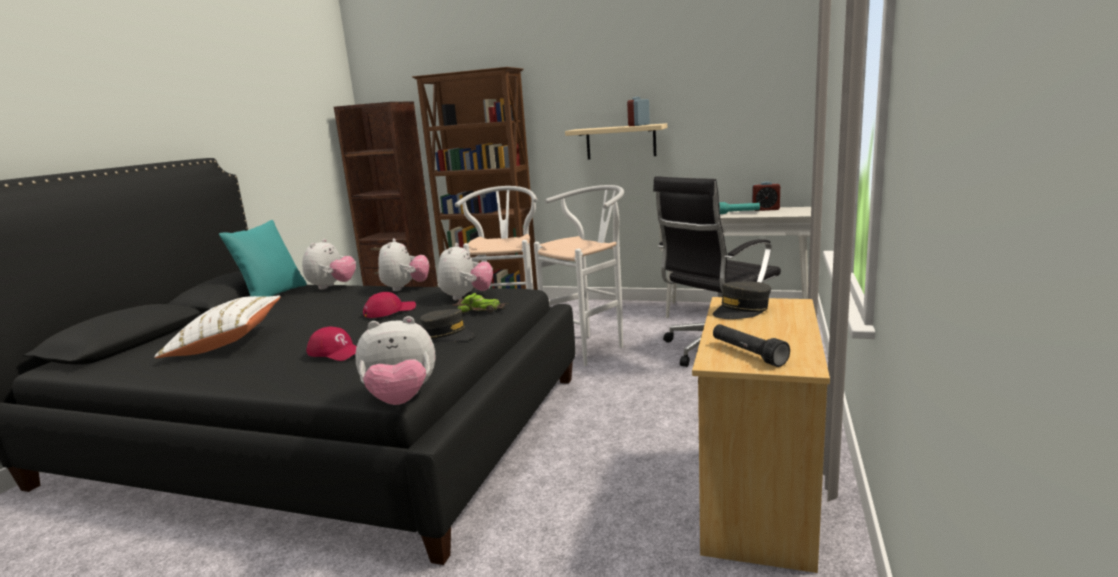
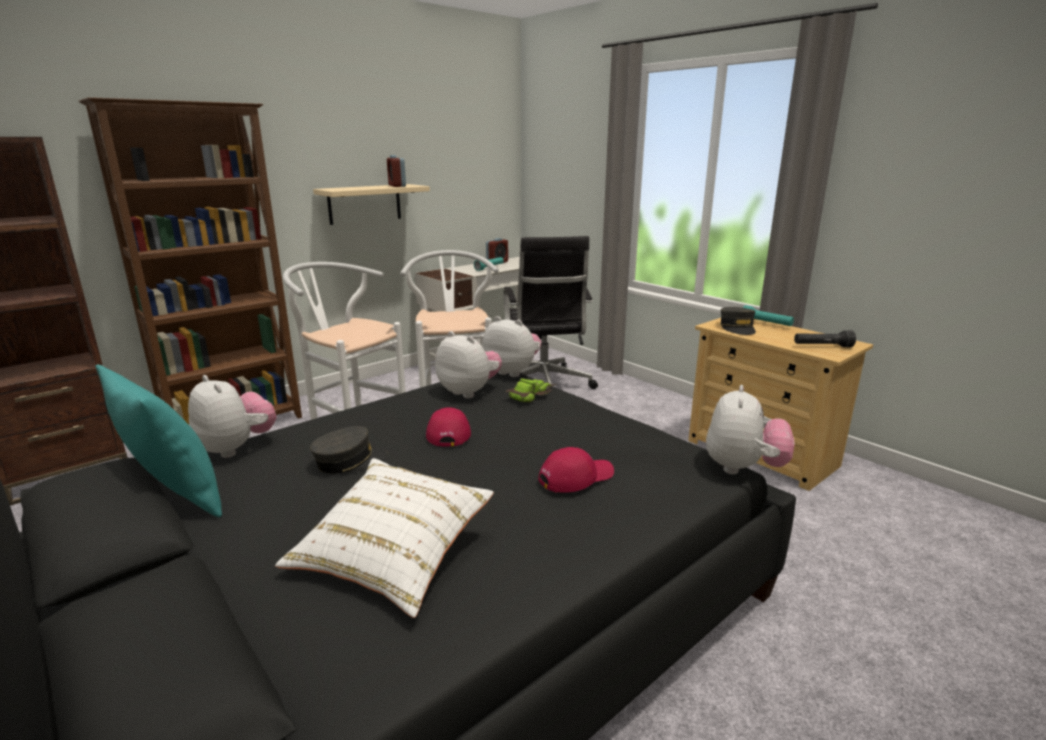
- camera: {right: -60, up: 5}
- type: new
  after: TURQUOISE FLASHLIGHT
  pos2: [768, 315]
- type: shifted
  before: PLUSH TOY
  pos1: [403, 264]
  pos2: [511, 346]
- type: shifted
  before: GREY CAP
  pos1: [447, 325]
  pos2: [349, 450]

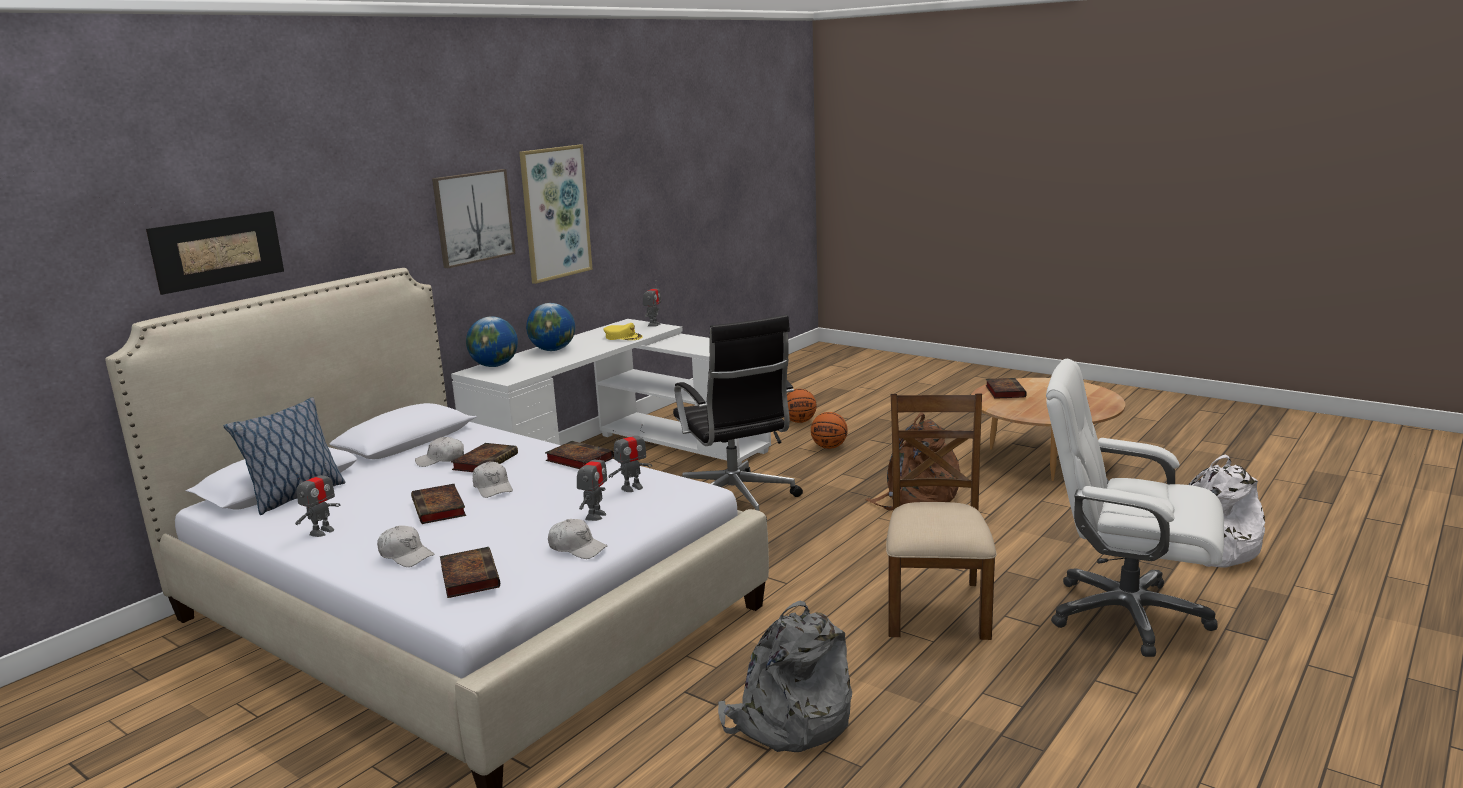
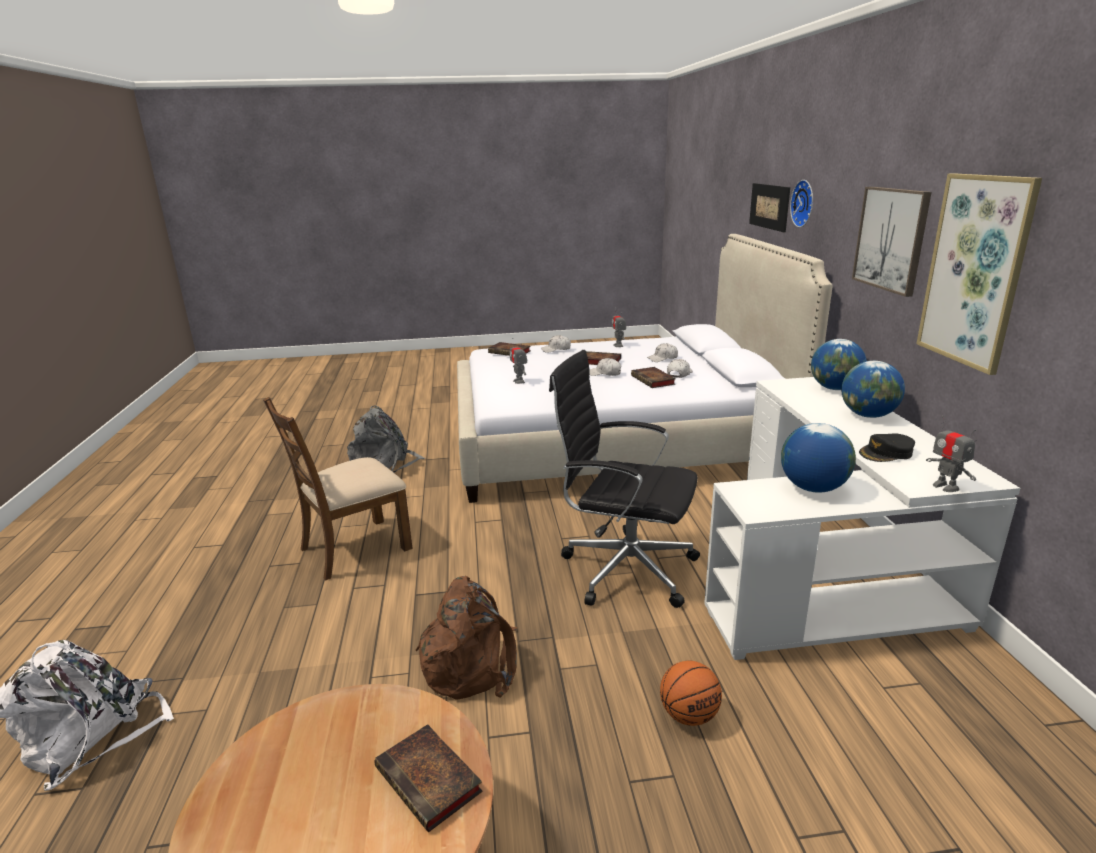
- camera: {right: 135, up: 5}
- type: gone
  before: PILLOW
  pos1: [284, 456]
- type: gone
  before: BOOK
  pos1: [579, 455]
- type: gone
  before: TOY ROBOT
  pos1: [630, 458]
- type: gone
  before: BASKETBALL
  pos1: [801, 406]
- type: gone
  before: WHITE OFFICE CHAIR
  pos1: [1135, 508]
- type: new
  after: GLOBE
  pos2: [818, 458]
- type: new
  after: WALL CLOCK
  pos2: [801, 203]
- type: shifted
  before: WHITE CAP
  pos1: [578, 539]
  pos2: [662, 352]
- type: repainted
  before: YELLOW CAP
  after: BLACK CAP
  pos1: [623, 331]
  pos2: [887, 447]
- type: rotated
  before: BROWN CHAIR
  pos1: [941, 517]
  pos2: [338, 488]
  turn: 90

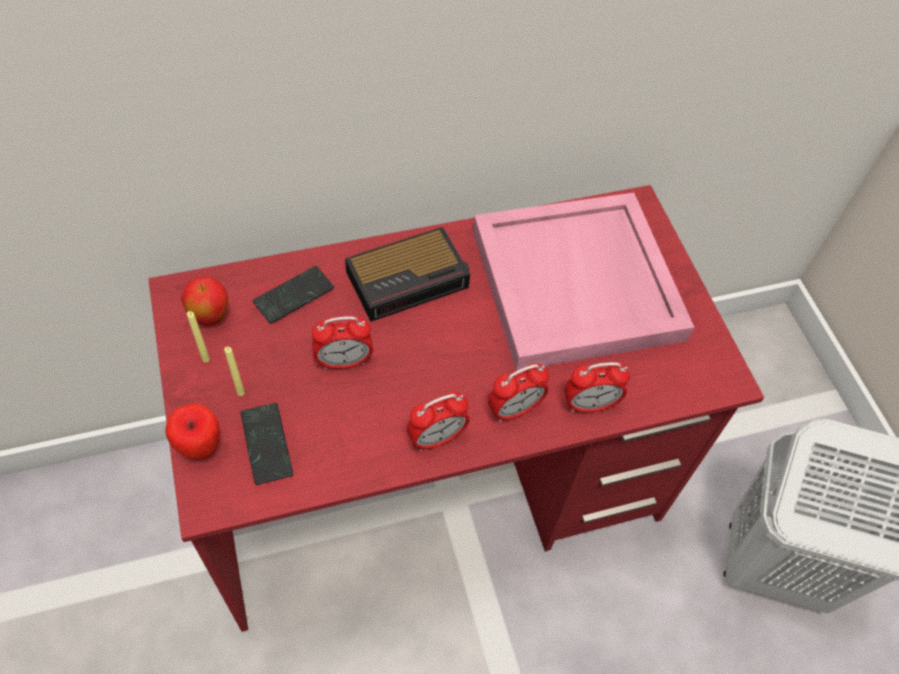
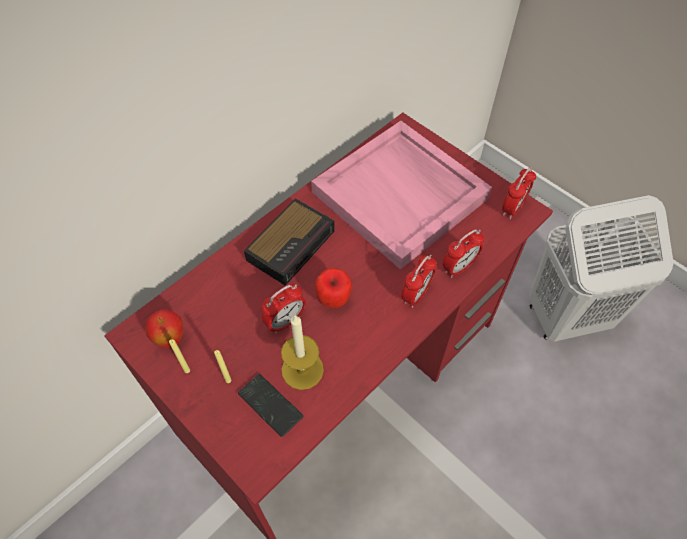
- camera: {right: -25, up: 0}
- type: gone
  before: PHONE
  pos1: [293, 295]
- type: new
  after: CANDLE
  pos2: [302, 352]
- type: shifted
  before: APPLE
  pos1: [193, 432]
  pos2: [333, 288]
- type: shifted
  before: ALARM CLOCK
  pos1: [438, 421]
  pos2: [519, 193]

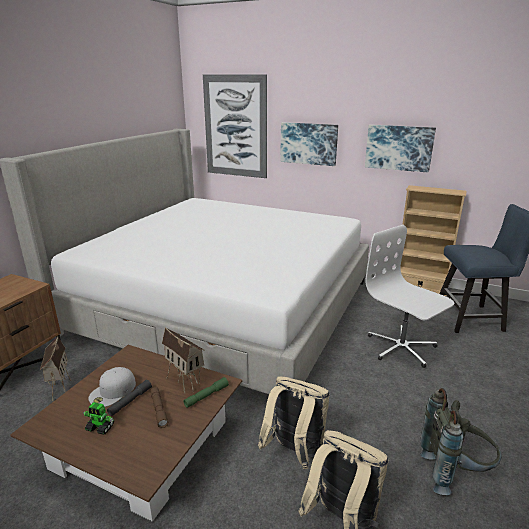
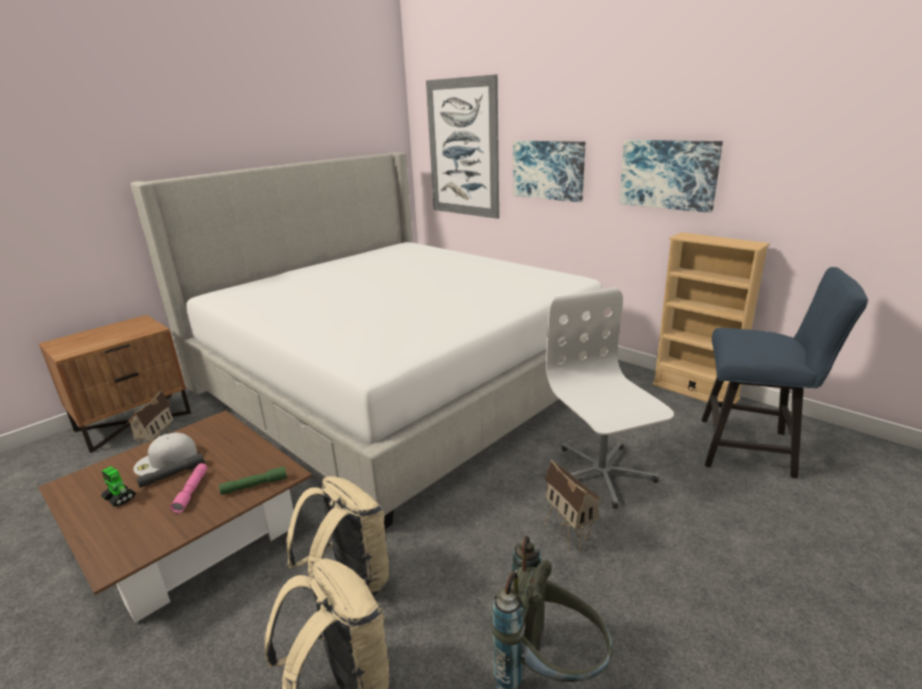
- camera: {right: 20, up: 0}
- type: shifted
  before: TOY HOUSE
  pos1: [183, 360]
  pos2: [573, 505]
- type: repainted
  before: BROWN FLASHLIGHT
  after: PINK FLASHLIGHT
  pos1: [159, 407]
  pos2: [188, 488]

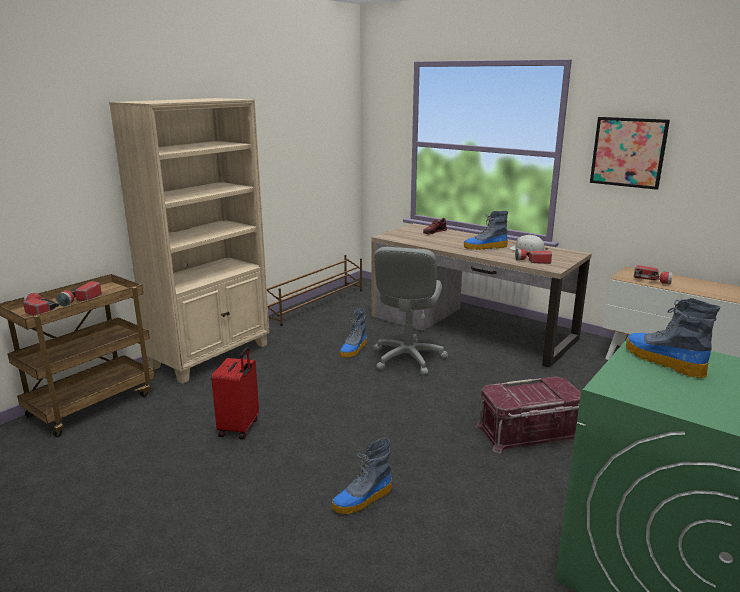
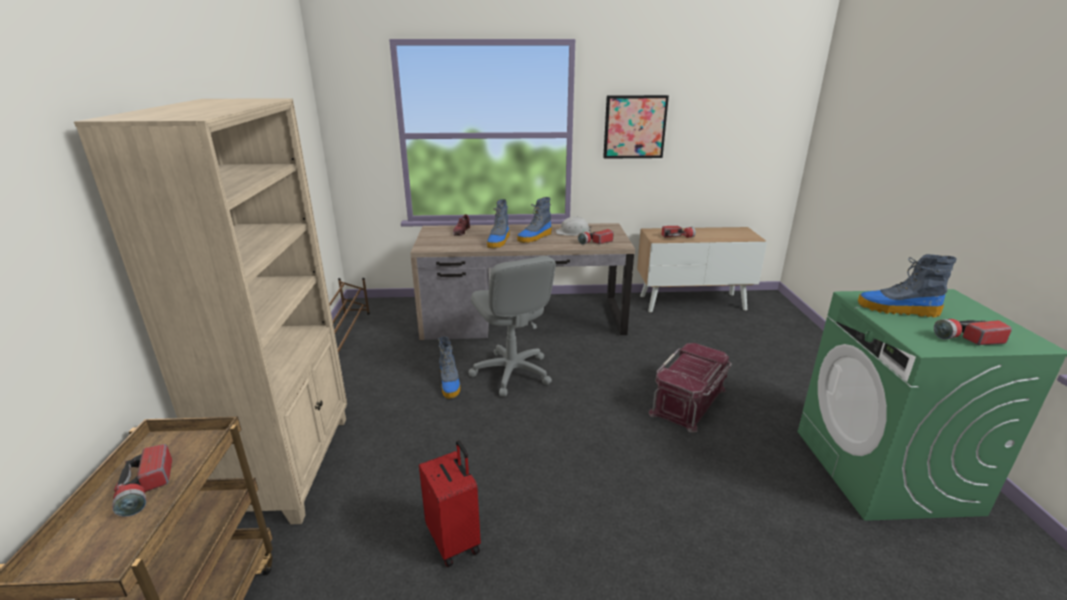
- camera: {right: -40, up: 5}
- type: shifted
  before: FLASHLIGHT
  pos1: [41, 304]
  pos2: [973, 332]
- type: shifted
  before: BOOT
  pos1: [362, 476]
  pos2: [498, 223]

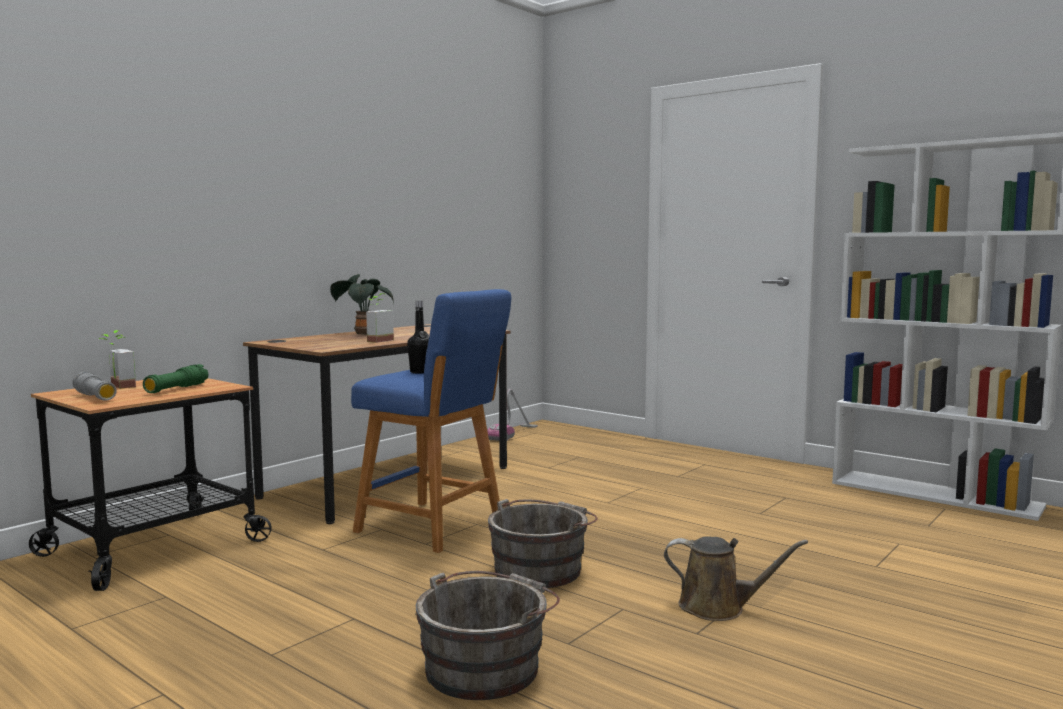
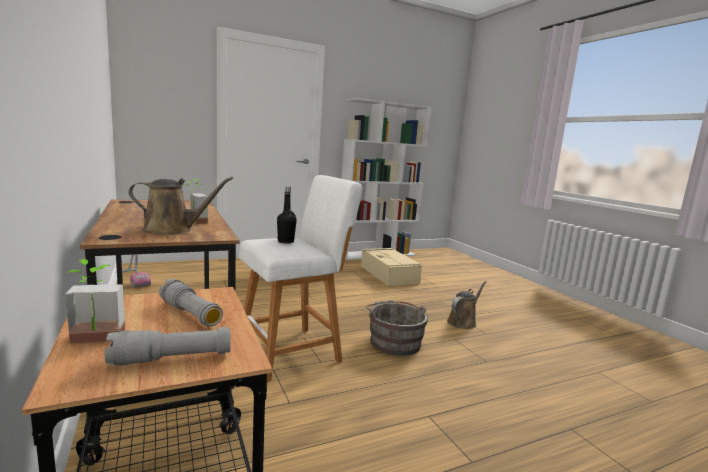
- camera: {right: -65, up: 5}
- type: gone
  before: POTTED PLANT
  pos1: [362, 304]
- type: gone
  before: GREY BUCKET
  pos1: [488, 635]
- type: new
  after: BROWN WATERING CAN
  pos2: [180, 206]
- type: new
  after: BEIGE STORAGE BOX
  pos2: [391, 267]
- type: repainted
  before: GREEN FLASHLIGHT
  after: GREY FLASHLIGHT
  pos1: [175, 378]
  pos2: [191, 302]
- type: repainted
  before: BLUE STOOL
  after: WHITE STOOL
  pos1: [431, 421]
  pos2: [300, 278]

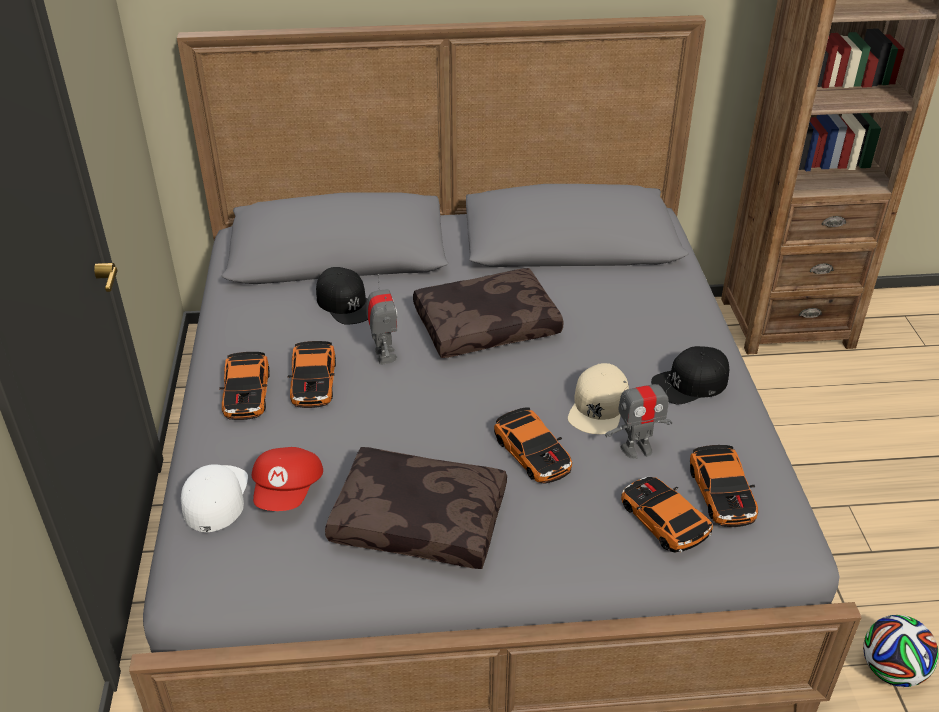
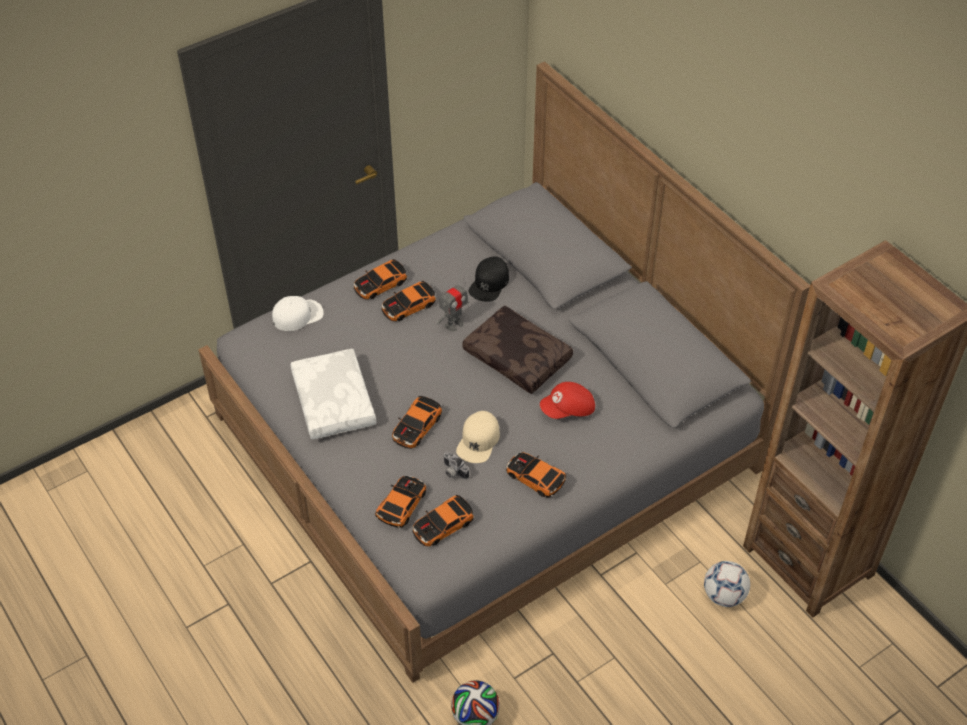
- camera: {right: 60, up: 10}
- type: new
  after: FOOTBALL
  pos2: [727, 584]
- type: shifted
  before: RED CAP
  pos1: [287, 479]
  pos2: [567, 400]
- type: swapped
  before: TOY ROBOT
  after: PHOTO CAMERA
  pos1: [638, 416]
  pos2: [456, 465]
- type: swapped
  before: BLACK CAP
  after: TOY CAR
  pos1: [690, 375]
  pos2: [536, 474]
- type: repainted
  before: BROWN PILLOW
  after: WHITE PILLOW
  pos1: [416, 508]
  pos2: [333, 394]
- type: rotated
  before: BEIGE CAP
  pos1: [598, 398]
  pos2: [478, 437]
  turn: -60

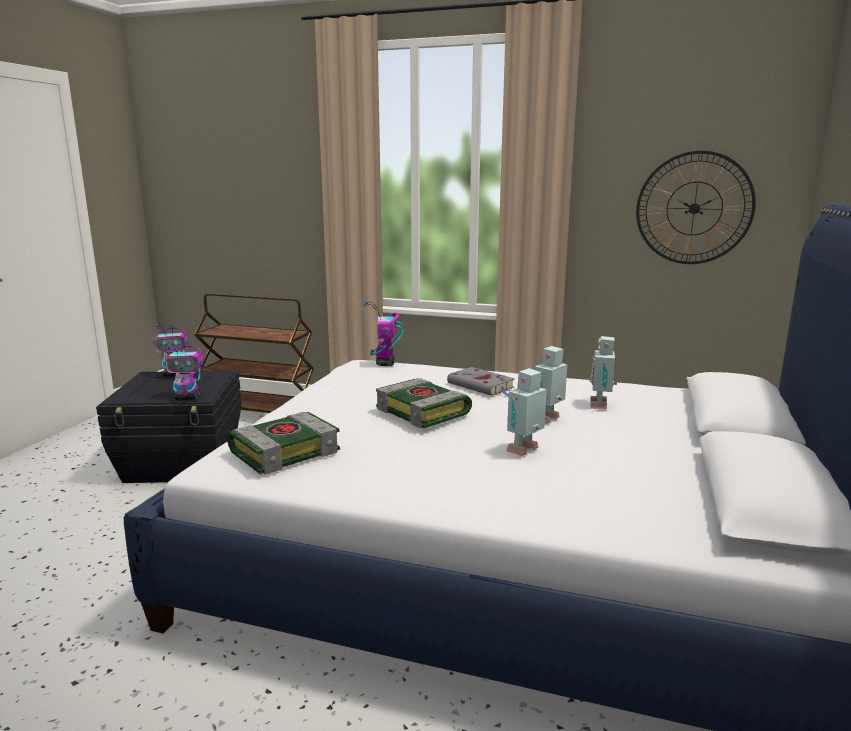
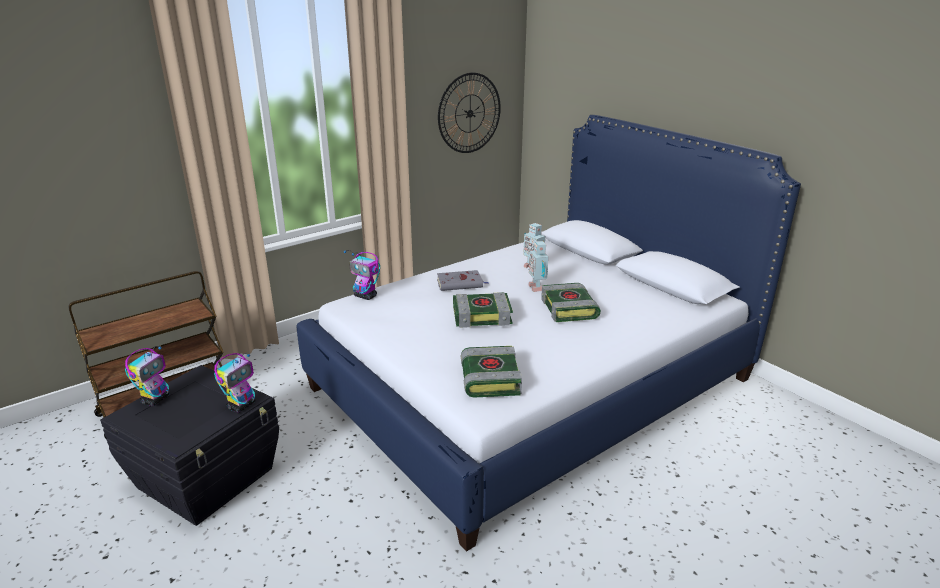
- camera: {right: -55, up: 10}
- type: swapped
  before: TOY ROBOT
  after: BOOK
  pos1: [527, 412]
  pos2: [571, 302]

